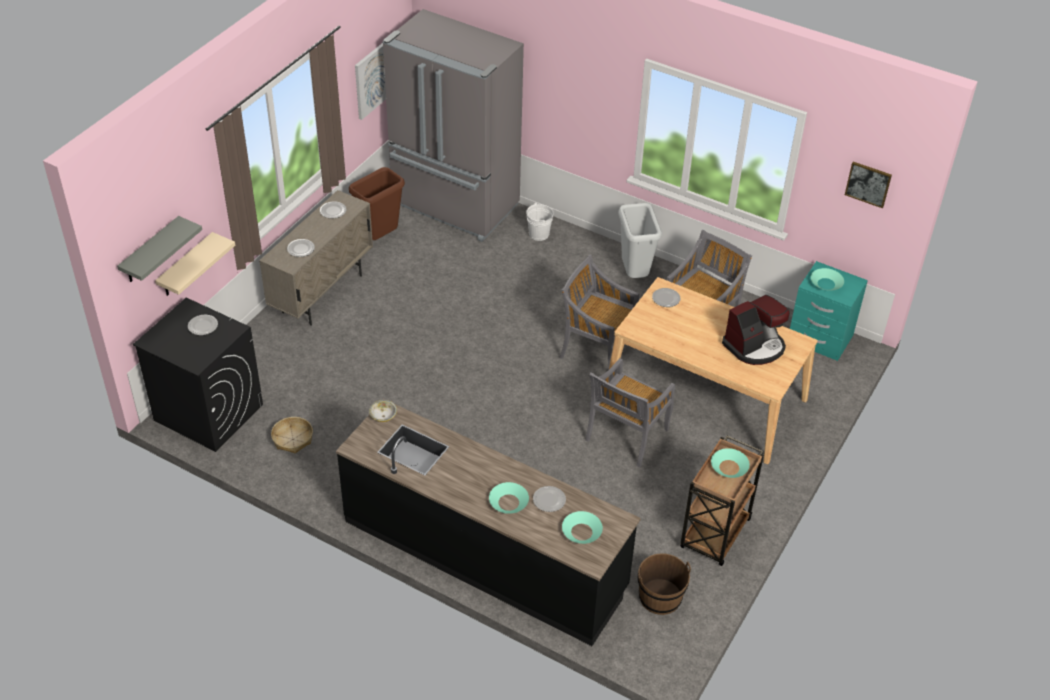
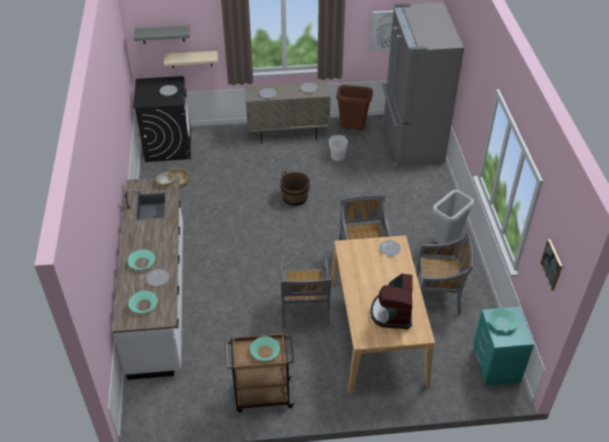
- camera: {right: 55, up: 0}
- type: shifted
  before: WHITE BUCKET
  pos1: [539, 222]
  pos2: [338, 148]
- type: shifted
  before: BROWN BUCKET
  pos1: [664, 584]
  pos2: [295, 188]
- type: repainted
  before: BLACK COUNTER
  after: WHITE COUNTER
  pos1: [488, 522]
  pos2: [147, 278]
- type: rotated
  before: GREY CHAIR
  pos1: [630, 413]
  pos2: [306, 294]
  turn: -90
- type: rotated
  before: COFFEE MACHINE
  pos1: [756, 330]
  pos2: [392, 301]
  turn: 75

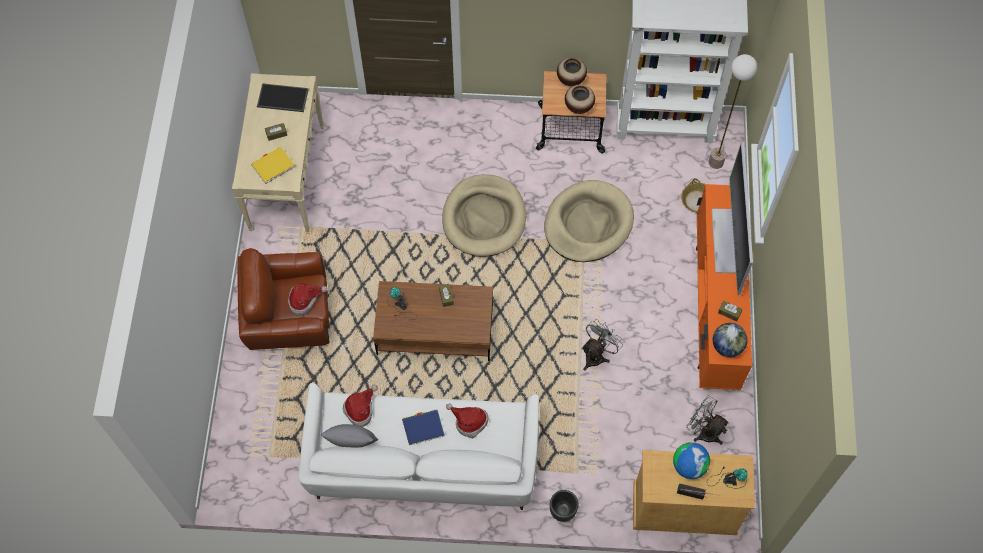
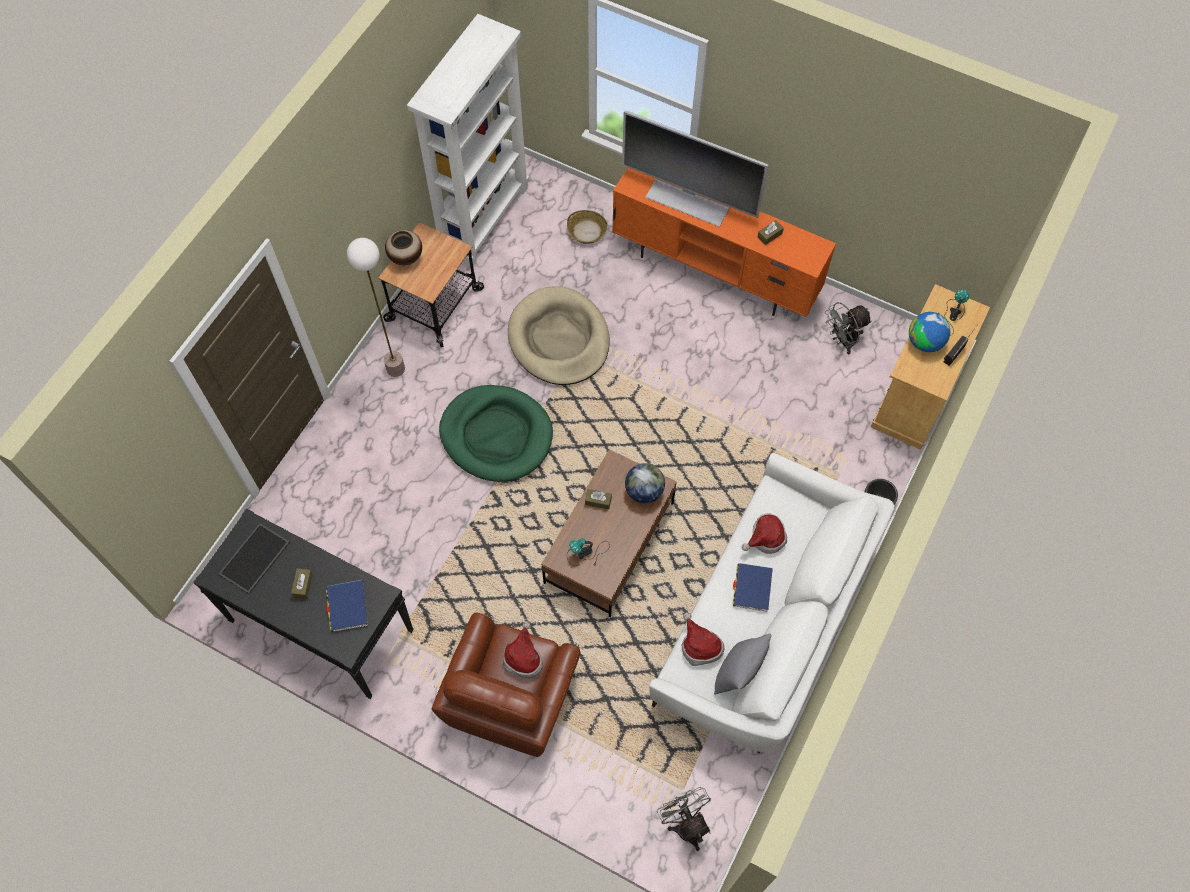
- camera: {right: -65, up: 0}
- type: gone
  before: VASE
  pos1: [580, 99]
- type: shifted
  before: GREY FAN
  pos1: [602, 345]
  pos2: [684, 819]
- type: shifted
  before: FLOOR LAMP
  pos1: [733, 111]
  pos2: [376, 307]
- type: shifted
  before: GLOBE
  pos1: [730, 340]
  pos2: [645, 483]
- type: repainted
  before: BEIGE CONSOLE TABLE
  after: BLACK CONSOLE TABLE
  pos1: [278, 153]
  pos2: [303, 603]
- type: repainted
  before: YELLOW BOOK
  after: BLUE BOOK
  pos1: [273, 165]
  pos2: [347, 606]
- type: repainted
  before: BEIGE DOG BED
  after: GREEN DOG BED
  pos1: [484, 215]
  pos2: [496, 433]

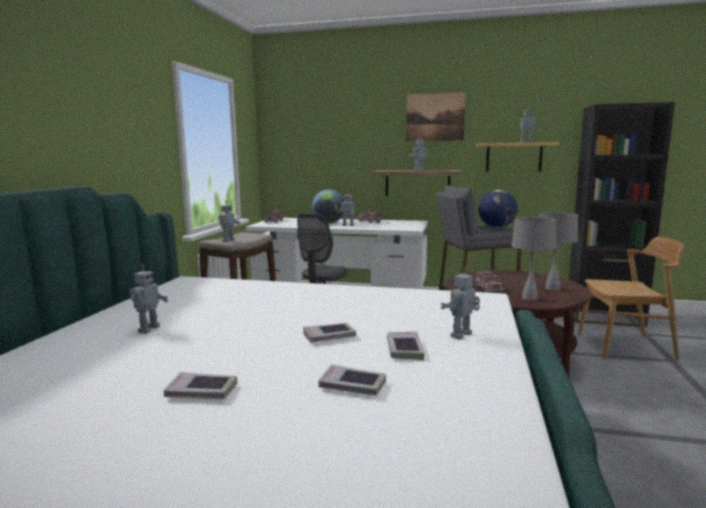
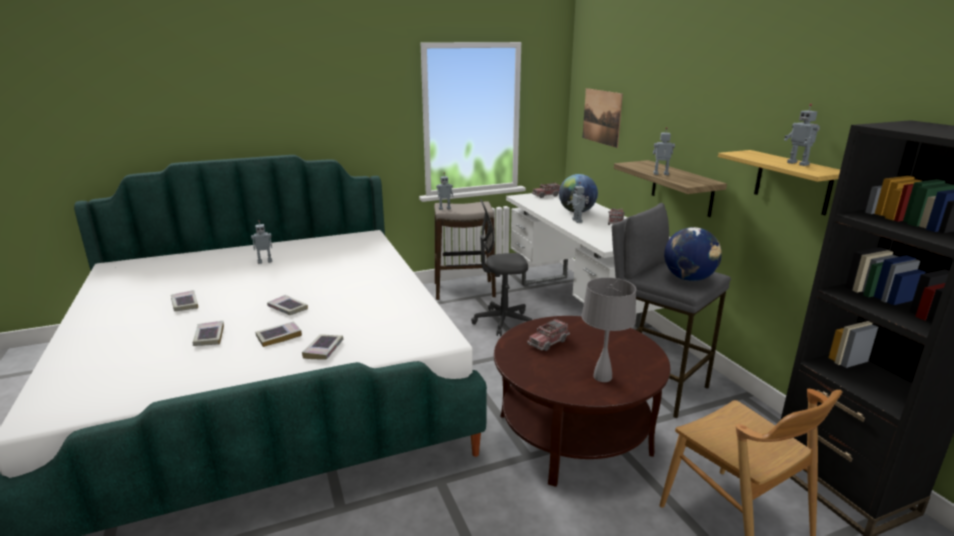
- camera: {right: 55, up: 10}
- type: gone
  before: GREY TABLE LAMP
  pos1: [533, 259]
- type: shifted
  before: PICTURE
  pos1: [436, 116]
  pos2: [602, 118]
- type: swapped
  before: TOY ROBOT
  after: BOOK
  pos1: [460, 303]
  pos2: [322, 347]

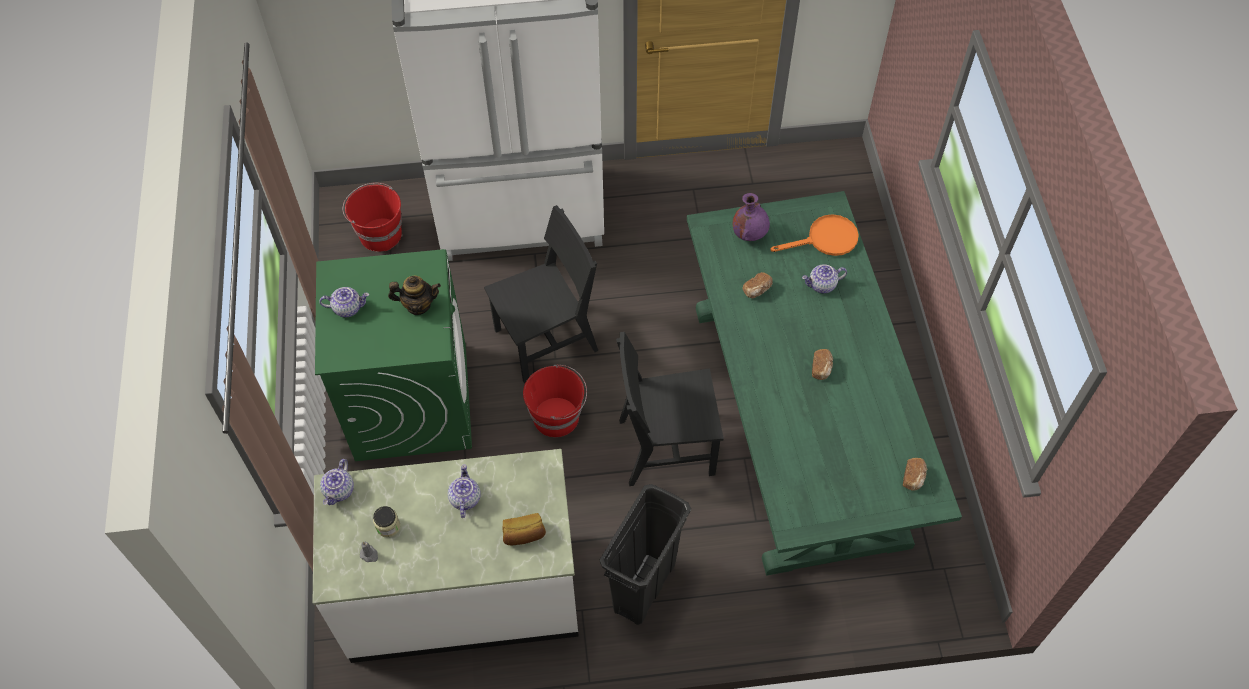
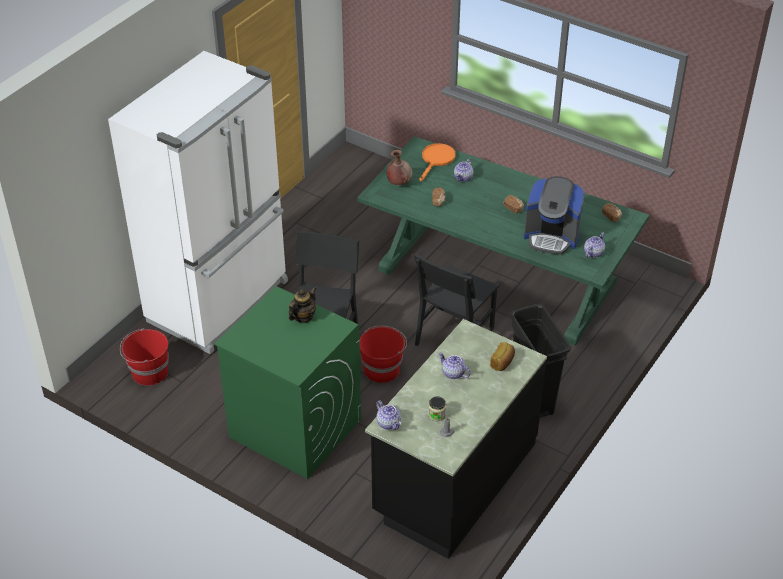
- camera: {right: -50, up: -15}
- type: new
  after: COFFEE MACHINE
  pos2: [554, 215]
- type: shifted
  before: TEAPOT
  pos1: [344, 302]
  pos2: [594, 245]
- type: repainted
  before: WHITE COUNTER
  after: BLACK COUNTER
  pos1: [446, 556]
  pos2: [456, 439]
- type: repainted
  before: PURPLE VASE
  after: BROWN VASE
  pos1: [751, 217]
  pos2: [400, 167]

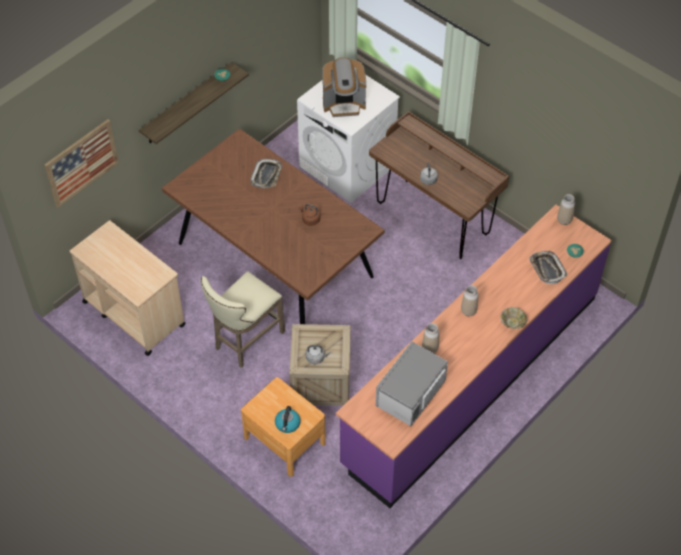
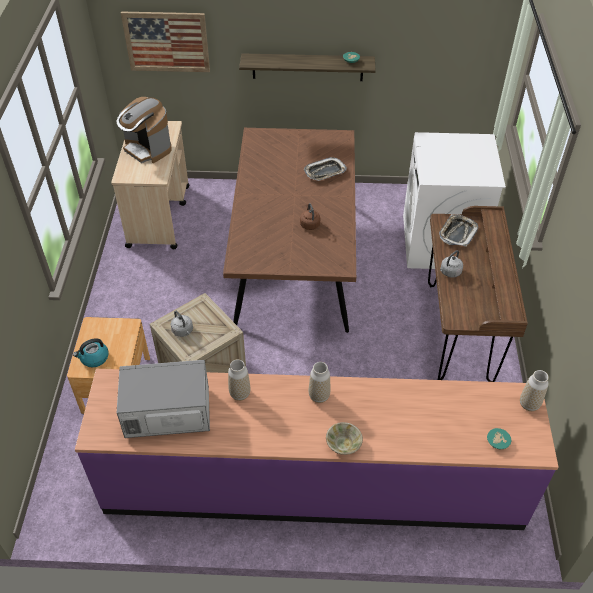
- camera: {right: 50, up: -5}
- type: gone
  before: BEIGE STOOL
  pos1: [243, 319]
- type: shifted
  before: COFFEE MACHINE
  pos1: [344, 87]
  pos2: [144, 130]
- type: shifted
  before: TRAY
  pos1: [548, 267]
  pos2: [458, 230]

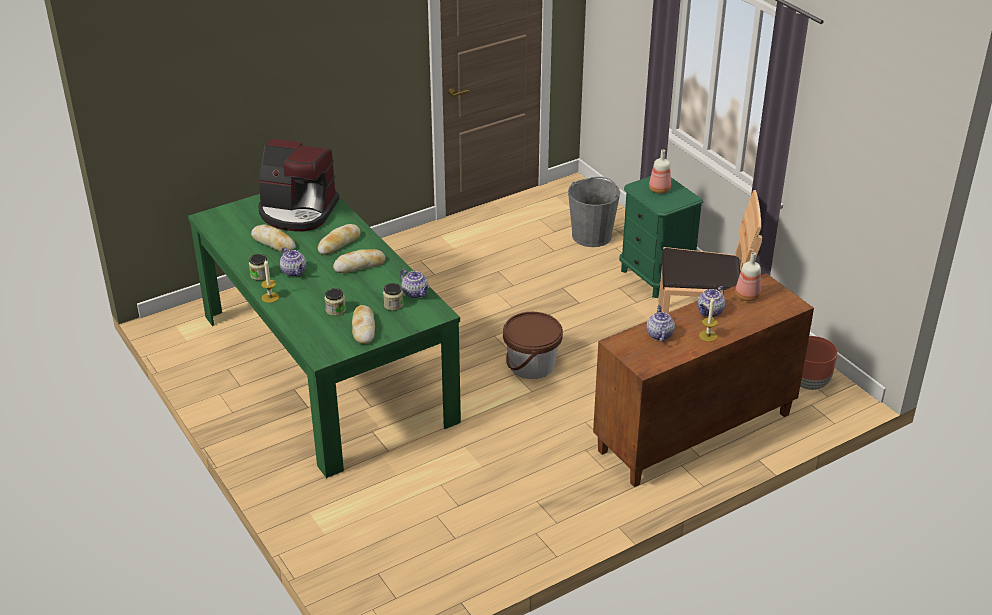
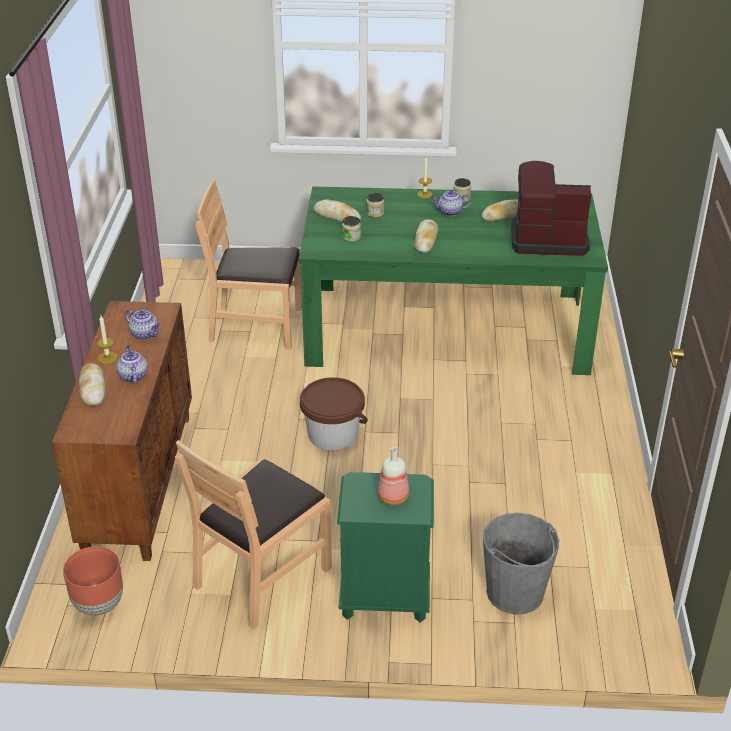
- camera: {right: 125, up: 0}
- type: gone
  before: TEAPOT
  pos1: [415, 283]
- type: gone
  before: BOTTLE
  pos1: [748, 276]
- type: new
  after: BROWN CHAIR
  pos2: [249, 264]
- type: shifted
  before: BREAD
  pos1: [339, 239]
  pos2: [92, 384]
- type: rotated
  before: COFFEE MACHINE
  pos1: [299, 185]
  pos2: [551, 208]
  turn: 45

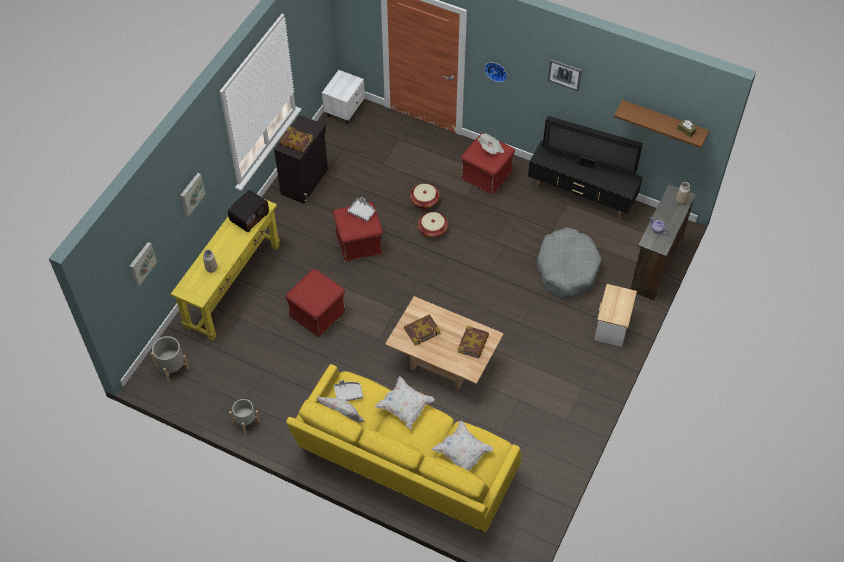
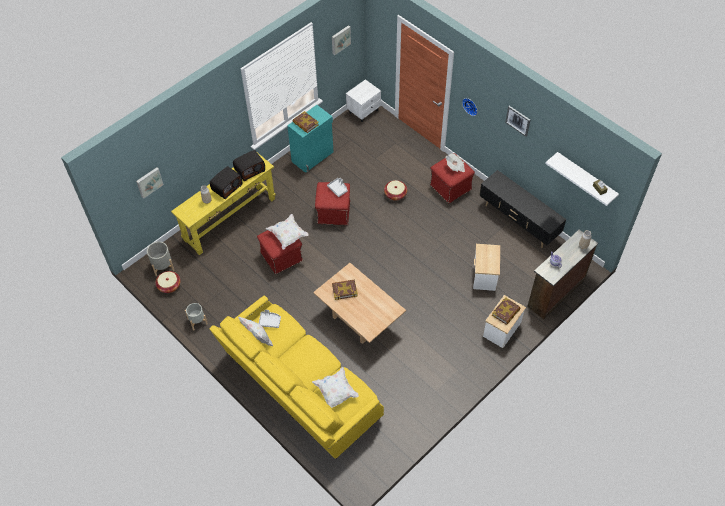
- camera: {right: 20, up: 0}
- type: gone
  before: TELEVISION
  pos1: [592, 145]
- type: new
  after: RADIO
  pos2: [226, 182]
- type: shifted
  before: PICTURE
  pos1: [193, 194]
  pos2: [341, 40]
- type: shifted
  before: WHITE PILLOW
  pos1: [404, 402]
  pos2: [287, 231]
- type: shifted
  before: BASKET
  pos1: [433, 225]
  pos2: [168, 282]
- type: shifted
  before: BOOK
  pos1: [473, 341]
  pos2: [506, 311]
- type: swapped
  before: GREY DOG BED
  after: SIDE TABLE
  pos1: [569, 263]
  pos2: [486, 267]
- type: repainted
  before: BLACK CABINET
  after: TURQUOISE CABINET
  pos1: [301, 159]
  pos2: [310, 139]
- type: repainted
  before: BROWN SHELF
  after: WHITE SHELF
  pos1: [661, 124]
  pos2: [582, 179]

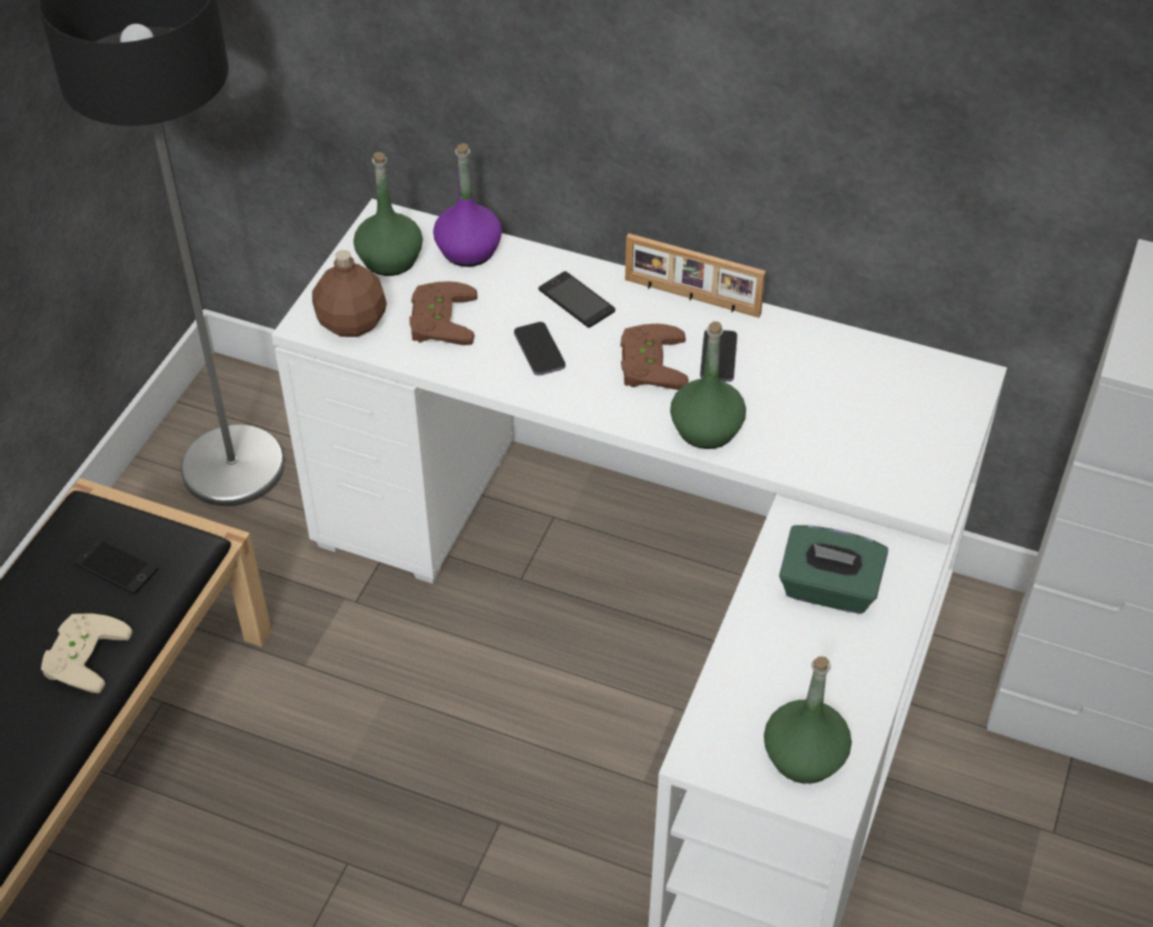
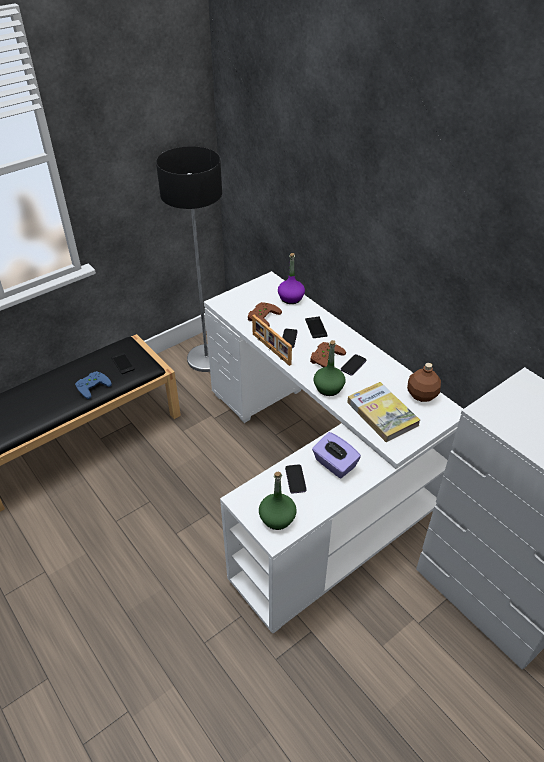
- camera: {right: 30, up: -5}
- type: gone
  before: GREEN BOTTLE
  pos1: [388, 214]
- type: new
  after: PHONE
  pos2: [296, 479]
- type: new
  after: BOOK
  pos2: [383, 412]
- type: shifted
  before: BROWN BOTTLE
  pos1: [349, 293]
  pos2: [424, 382]
- type: shifted
  before: PICTURE FRAME
  pos1: [695, 275]
  pos2: [272, 340]
- type: repainted
  before: BEIGE GAME CONTROLLER
  after: BLUE GAME CONTROLLER
  pos1: [87, 653]
  pos2: [93, 385]
- type: repainted
  before: GREEN TISSUE BOX
  after: PURPLE TISSUE BOX
  pos1: [833, 569]
  pos2: [336, 455]

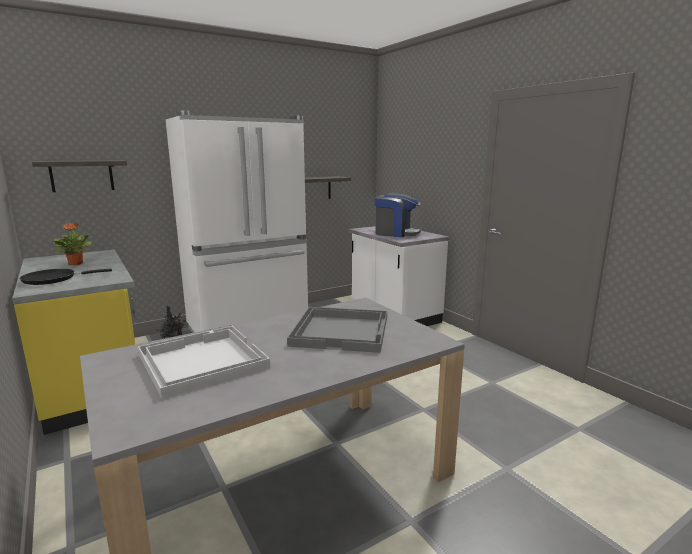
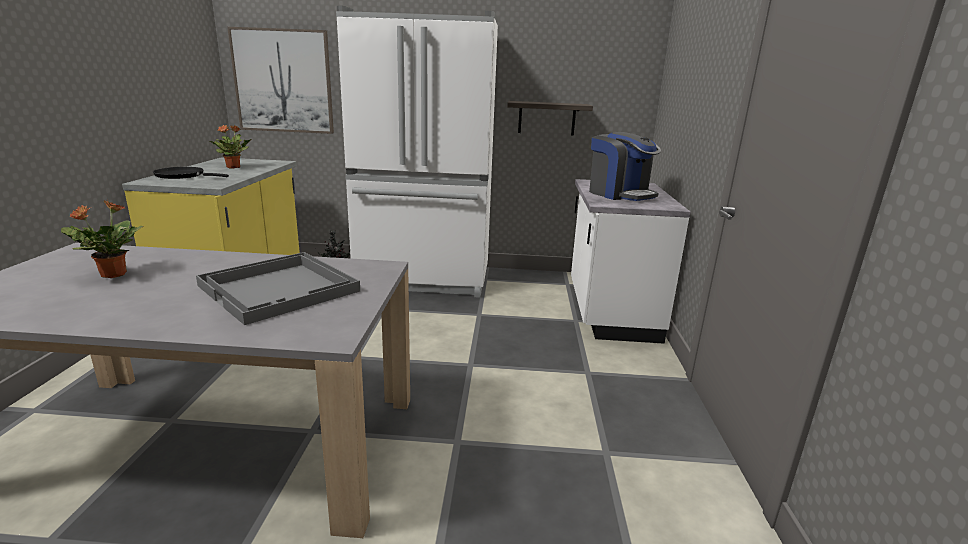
- camera: {right: 35, up: 5}
- type: swapped
  before: SHELF
  after: PICTURE
  pos1: [79, 176]
  pos2: [280, 80]
- type: swapped
  before: WHITE TRAY
  after: POTTED PLANT
  pos1: [204, 362]
  pos2: [102, 239]

